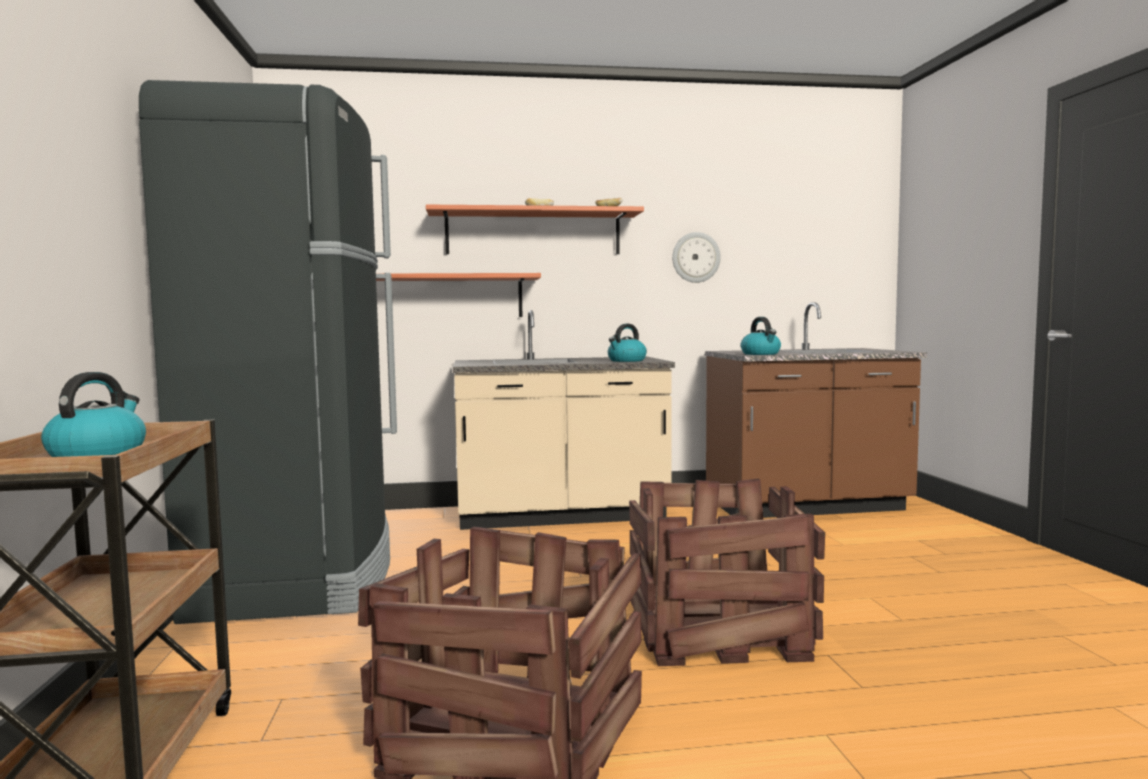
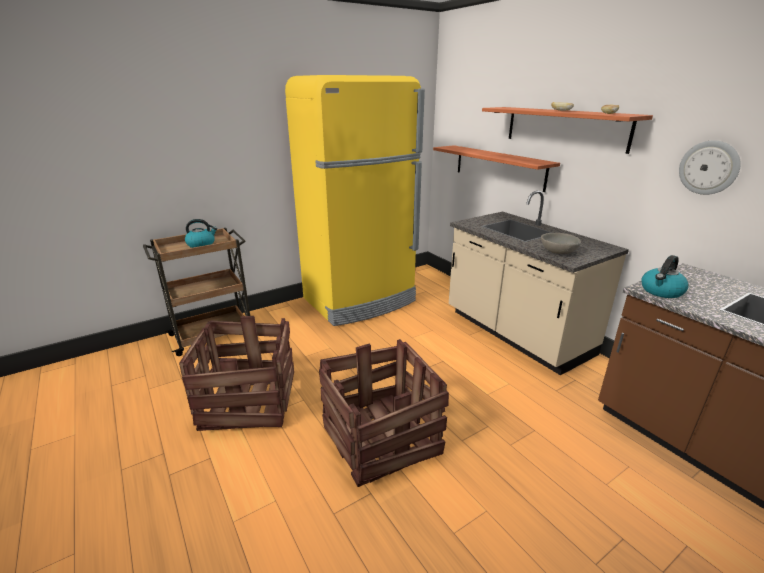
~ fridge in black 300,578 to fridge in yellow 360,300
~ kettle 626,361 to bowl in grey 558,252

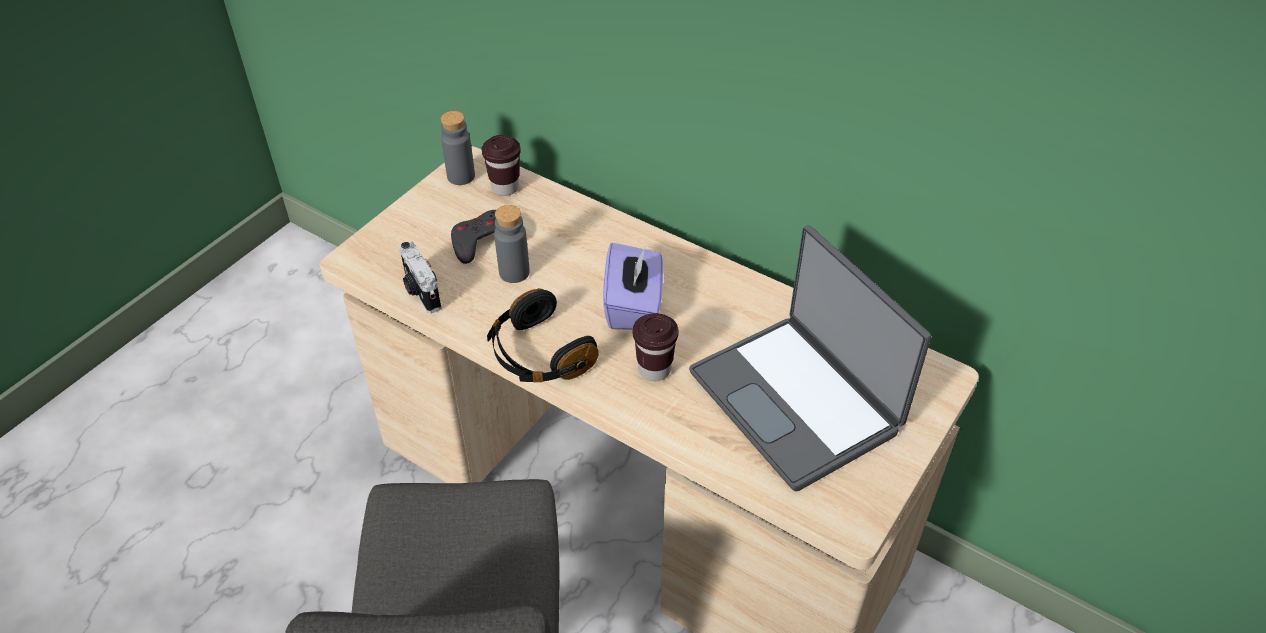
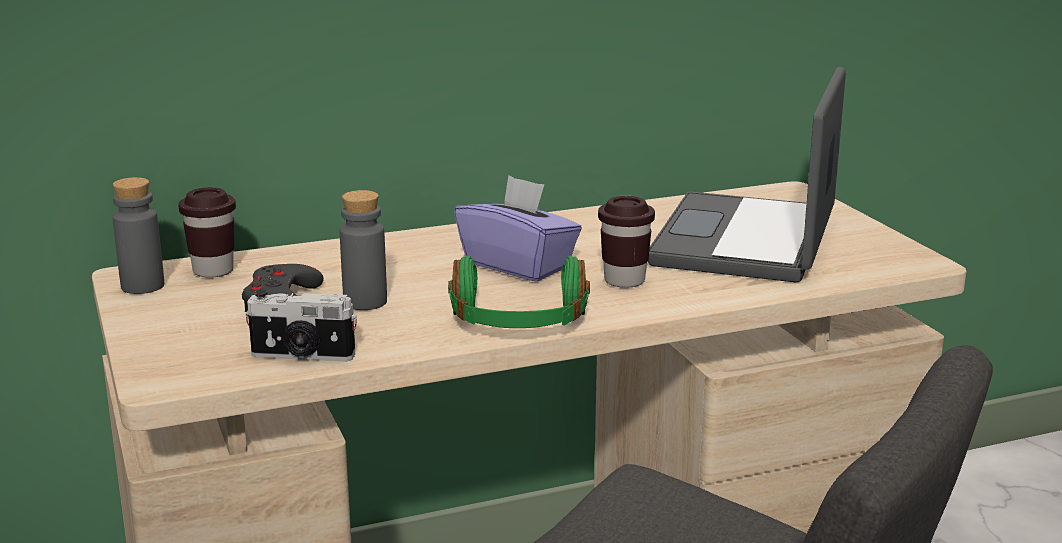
~ headphones in black 539,355 to headphones in green 519,323
~ laptop 797,401 = 748,241 105 degrees clockwise

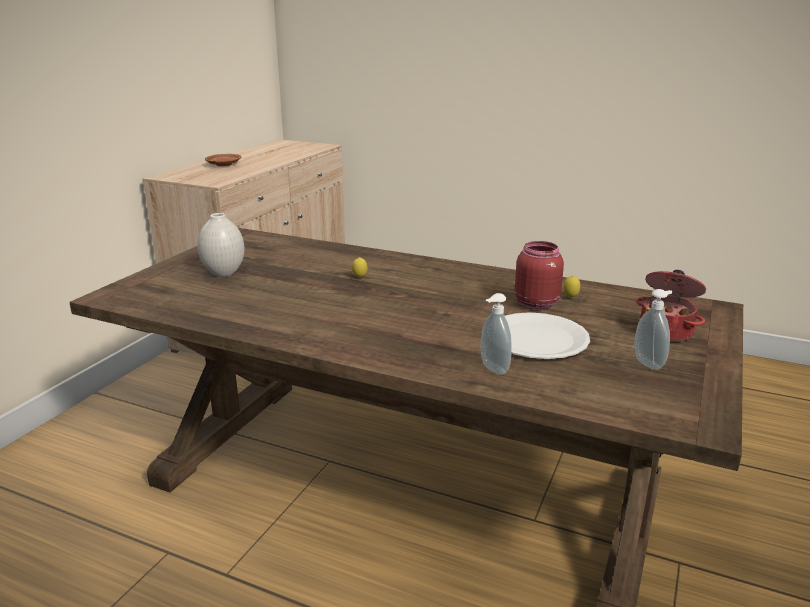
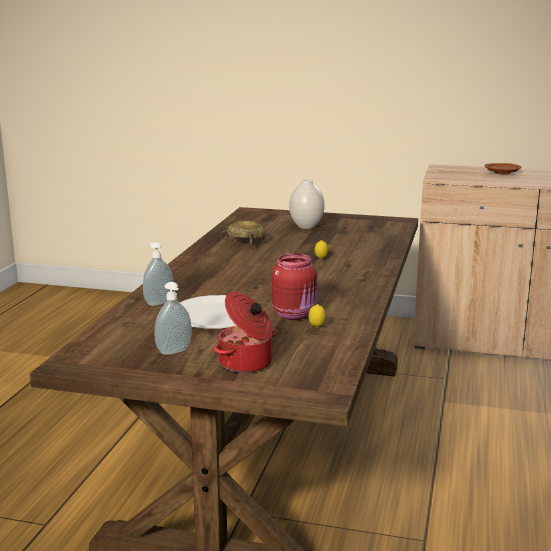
+ bowl in beige 245,244

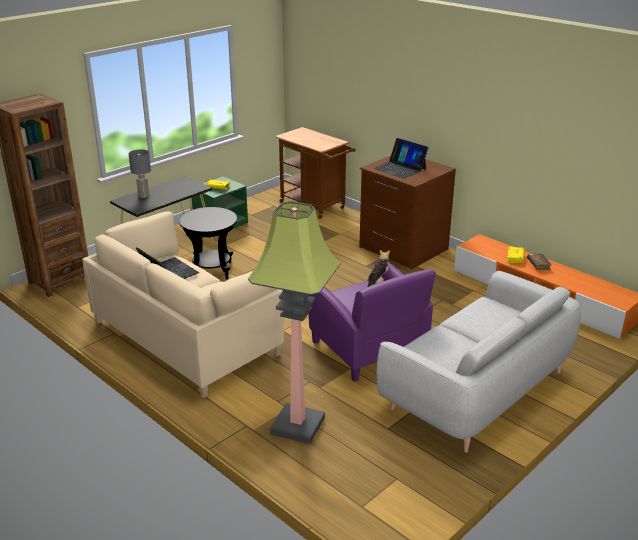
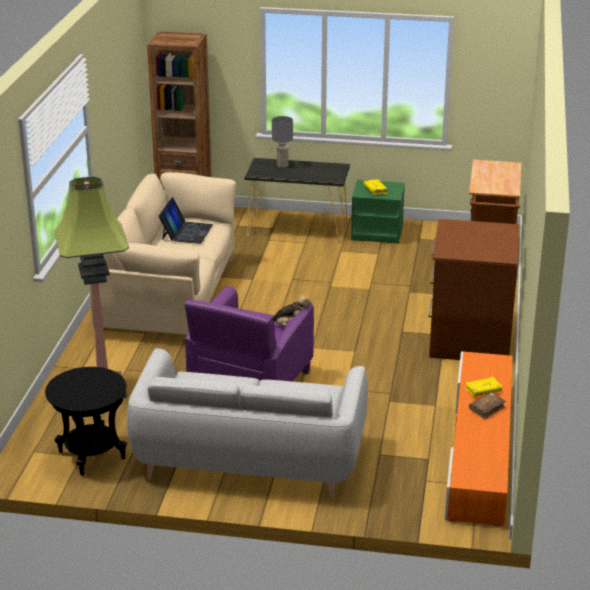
~ side table in black 212,271 to 92,455
- laptop 400,168

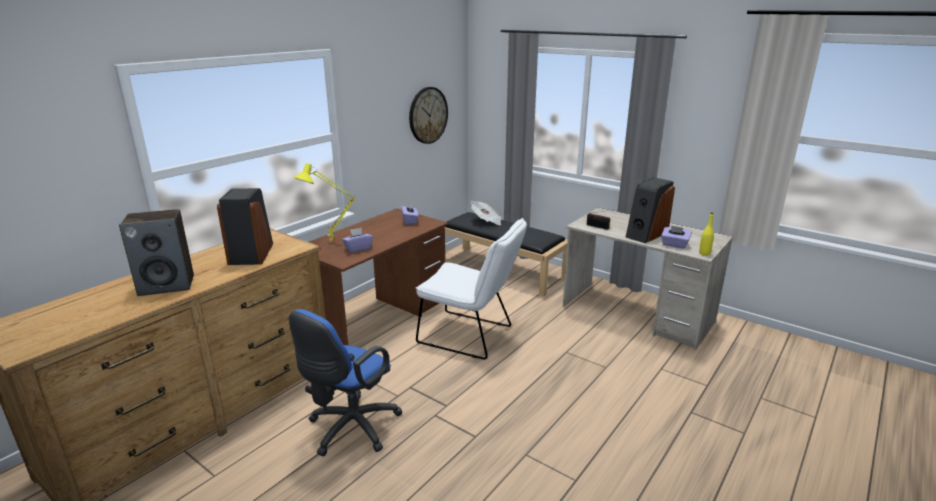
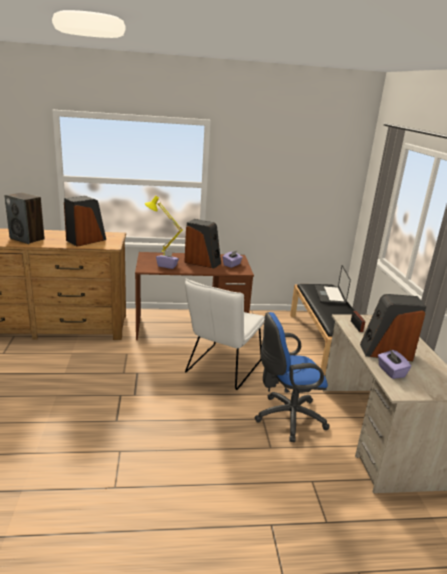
~ office chair in blue 350,429 to 286,418
- wall clock 428,115
~ chair in white 471,336 = 221,369 45 degrees clockwise
~ newspaper 486,221 to laptop 329,295
- bottle in yellow 704,253
+ speaker 202,262

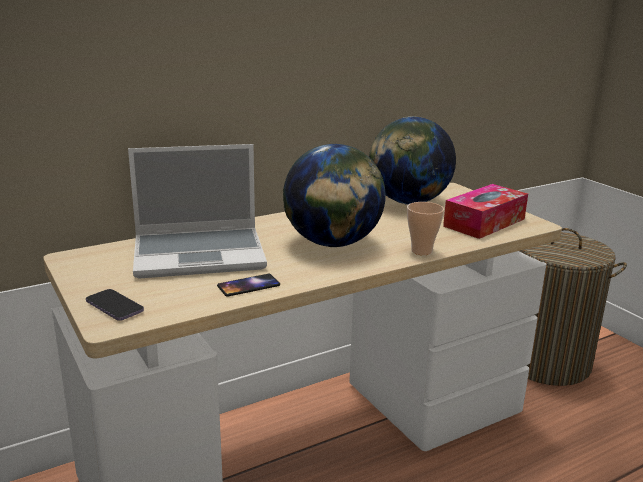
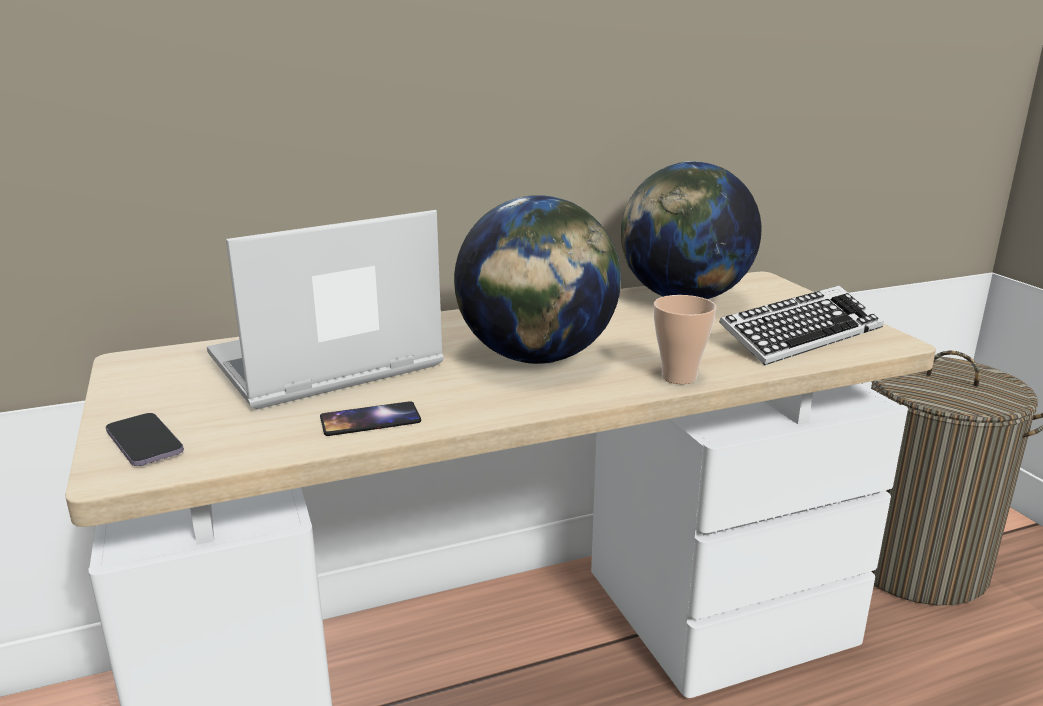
~ laptop 201,254 = 323,364 150 degrees clockwise
~ tissue box 484,222 to keyboard 800,335

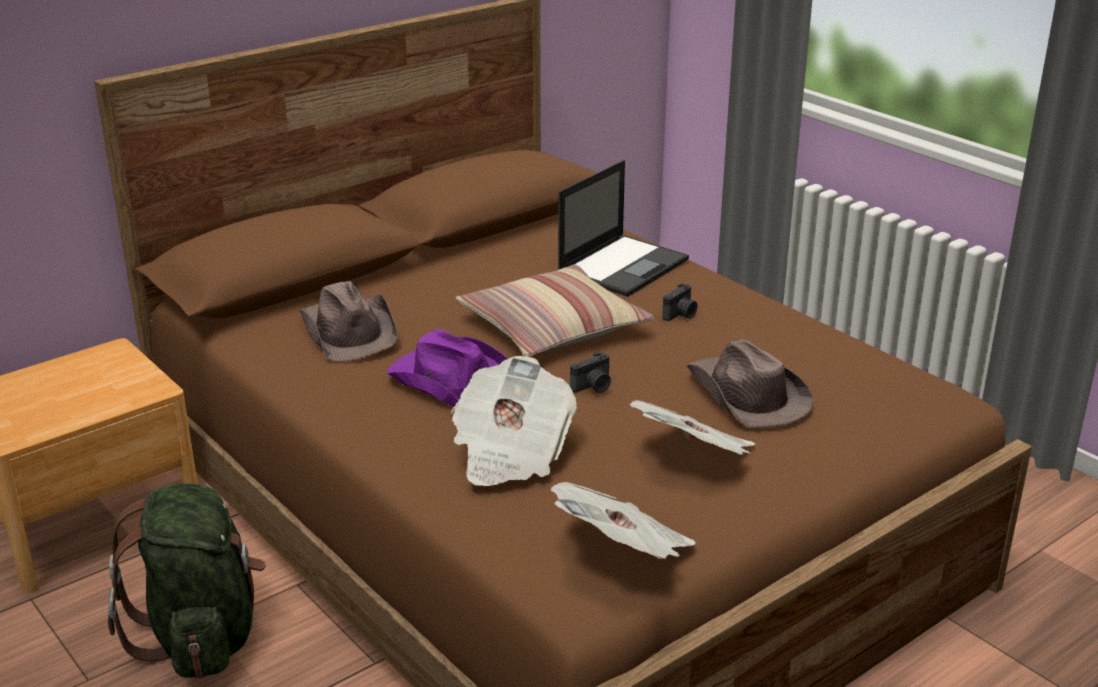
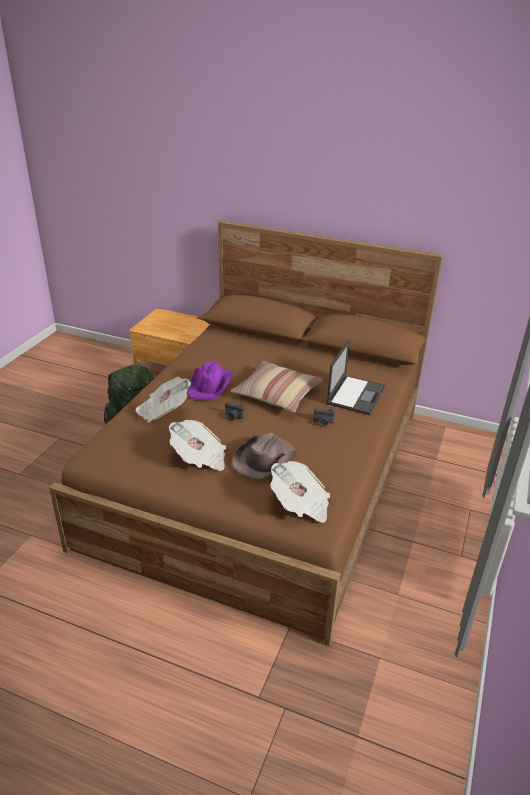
- hat in brown 350,331
~ newspaper 623,552 to 300,504
~ laptop 623,265 = 356,394 75 degrees counterclockwise

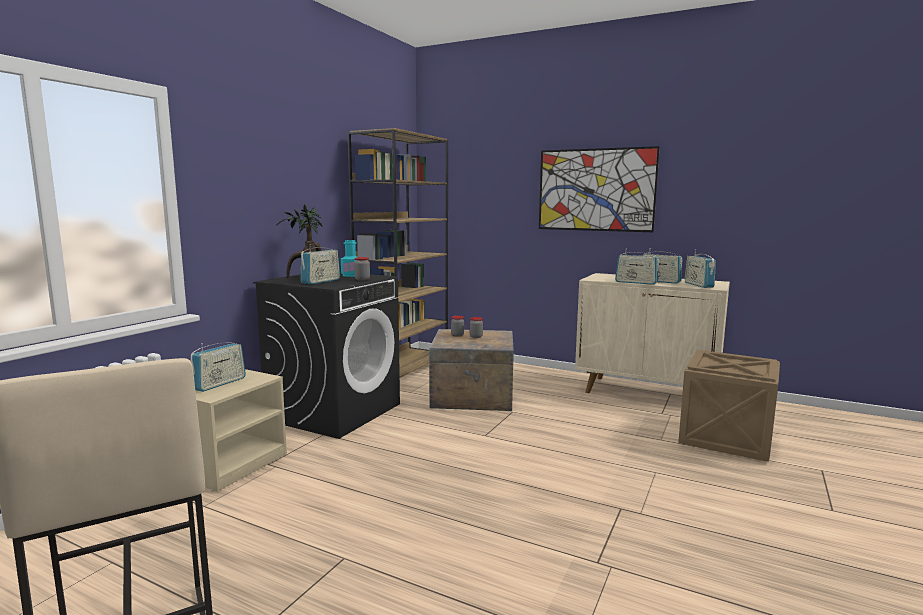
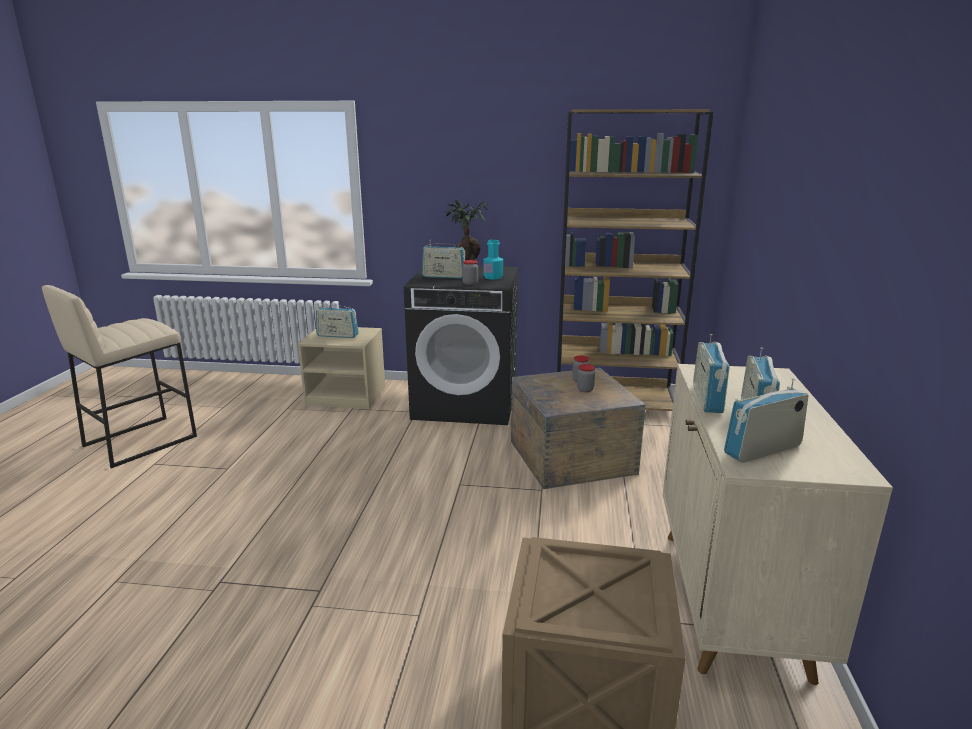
- picture 595,190

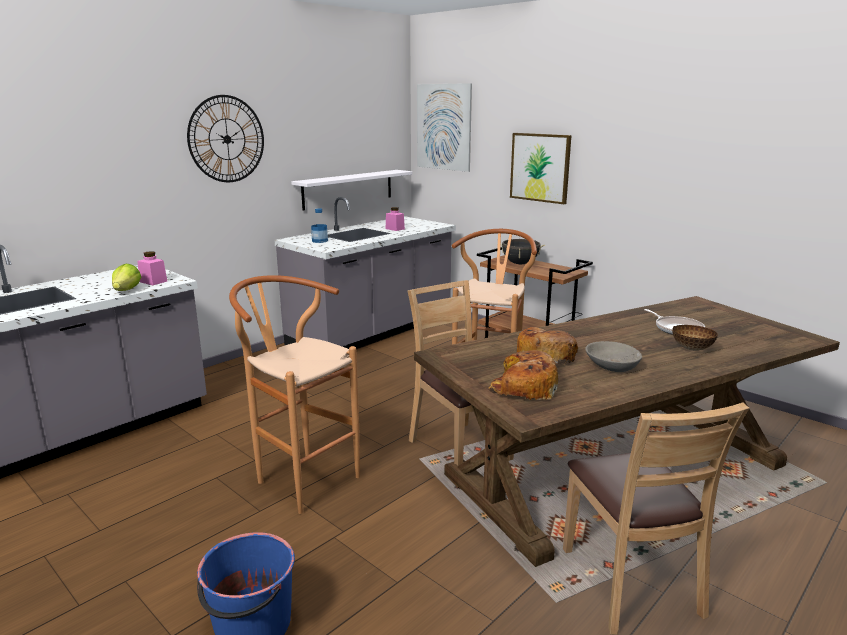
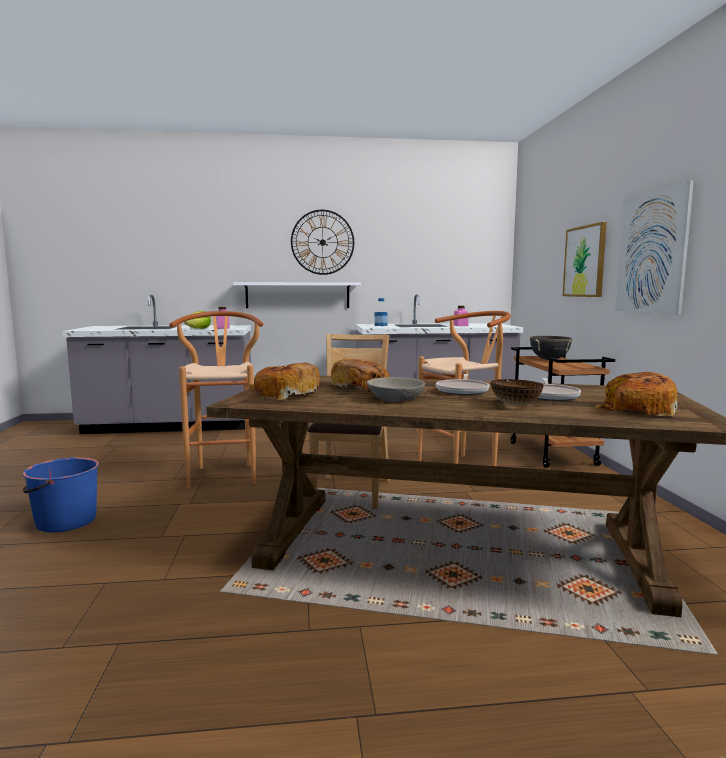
~ shelf in white 348,189 to 297,295
~ picture 443,127 to 651,252
- chair in brown 629,583
+ frying pan 462,391
+ bread 633,410

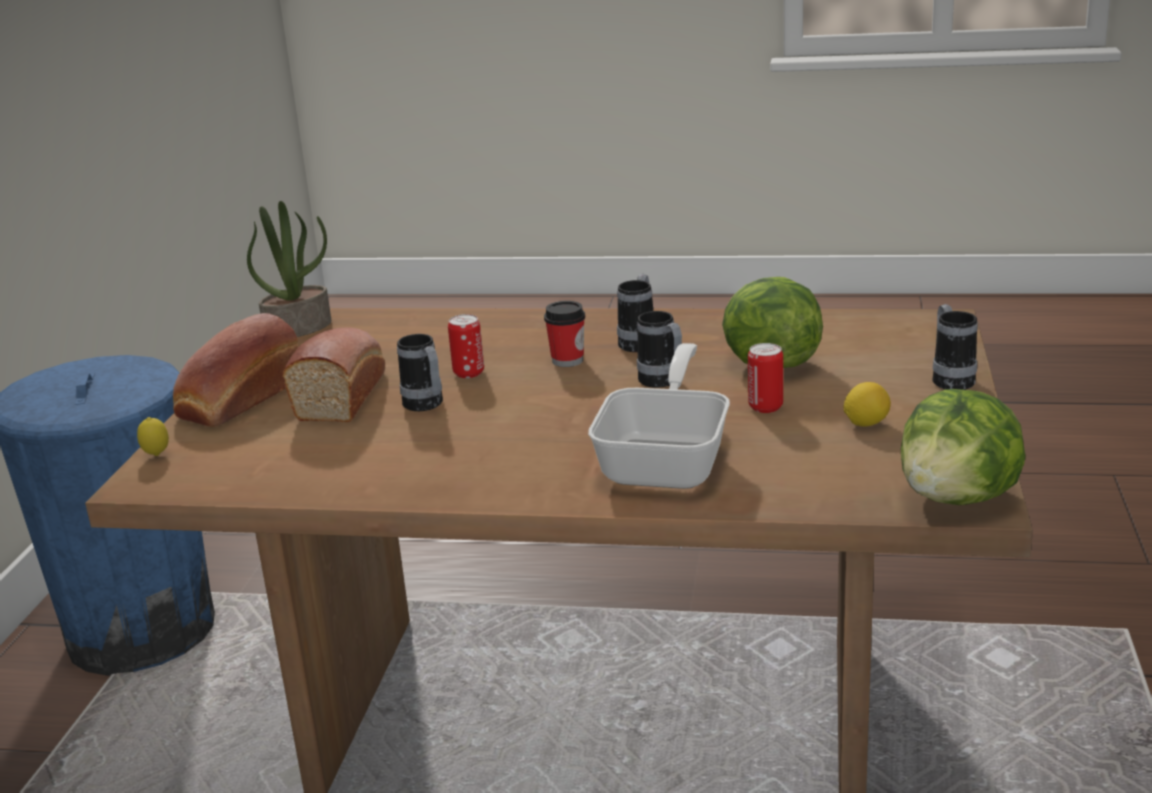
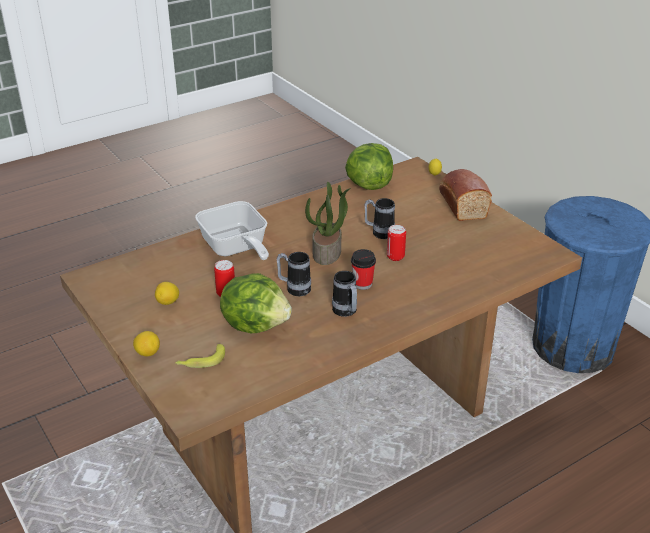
~ potted plant 298,328 to 327,253
- bread 343,395
~ lettuce 958,498 to 369,185
~ mug 950,379 to lemon 147,353
+ banana 201,361

